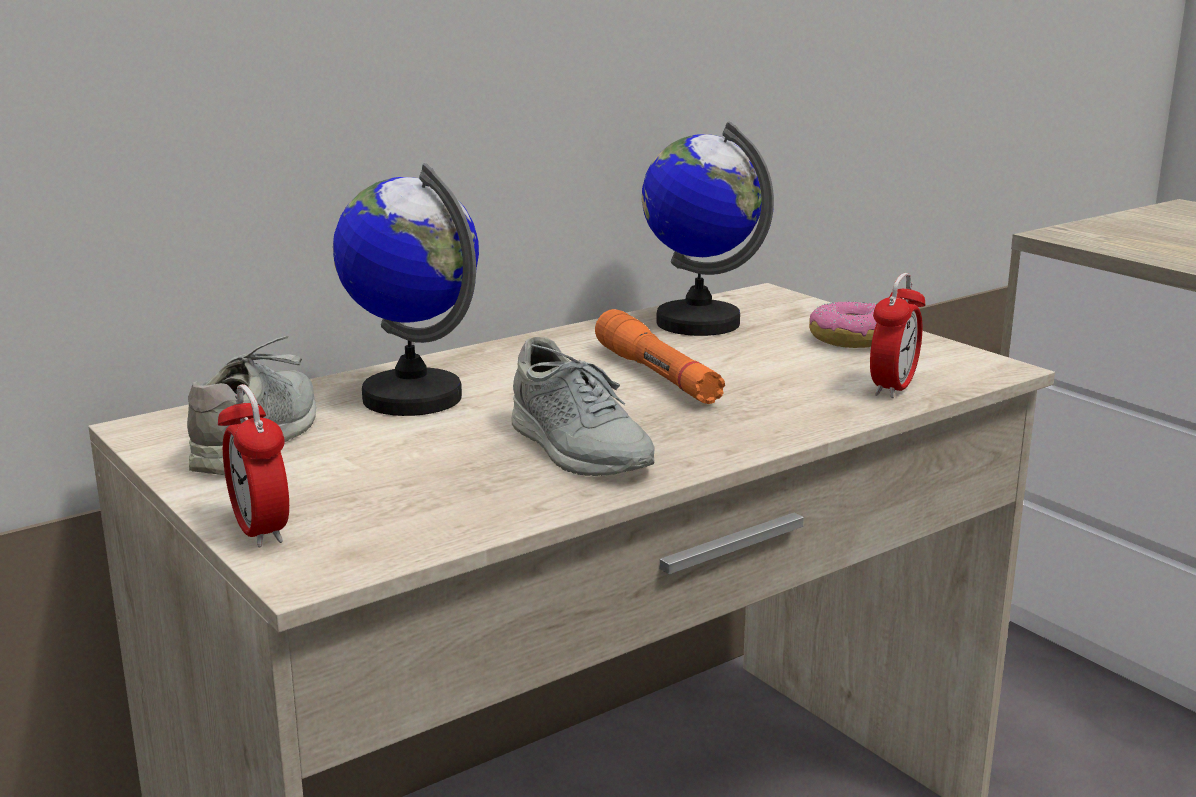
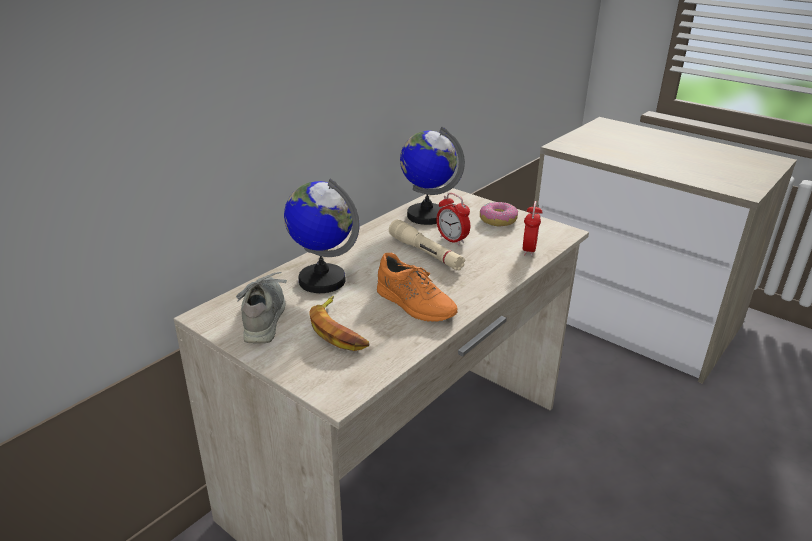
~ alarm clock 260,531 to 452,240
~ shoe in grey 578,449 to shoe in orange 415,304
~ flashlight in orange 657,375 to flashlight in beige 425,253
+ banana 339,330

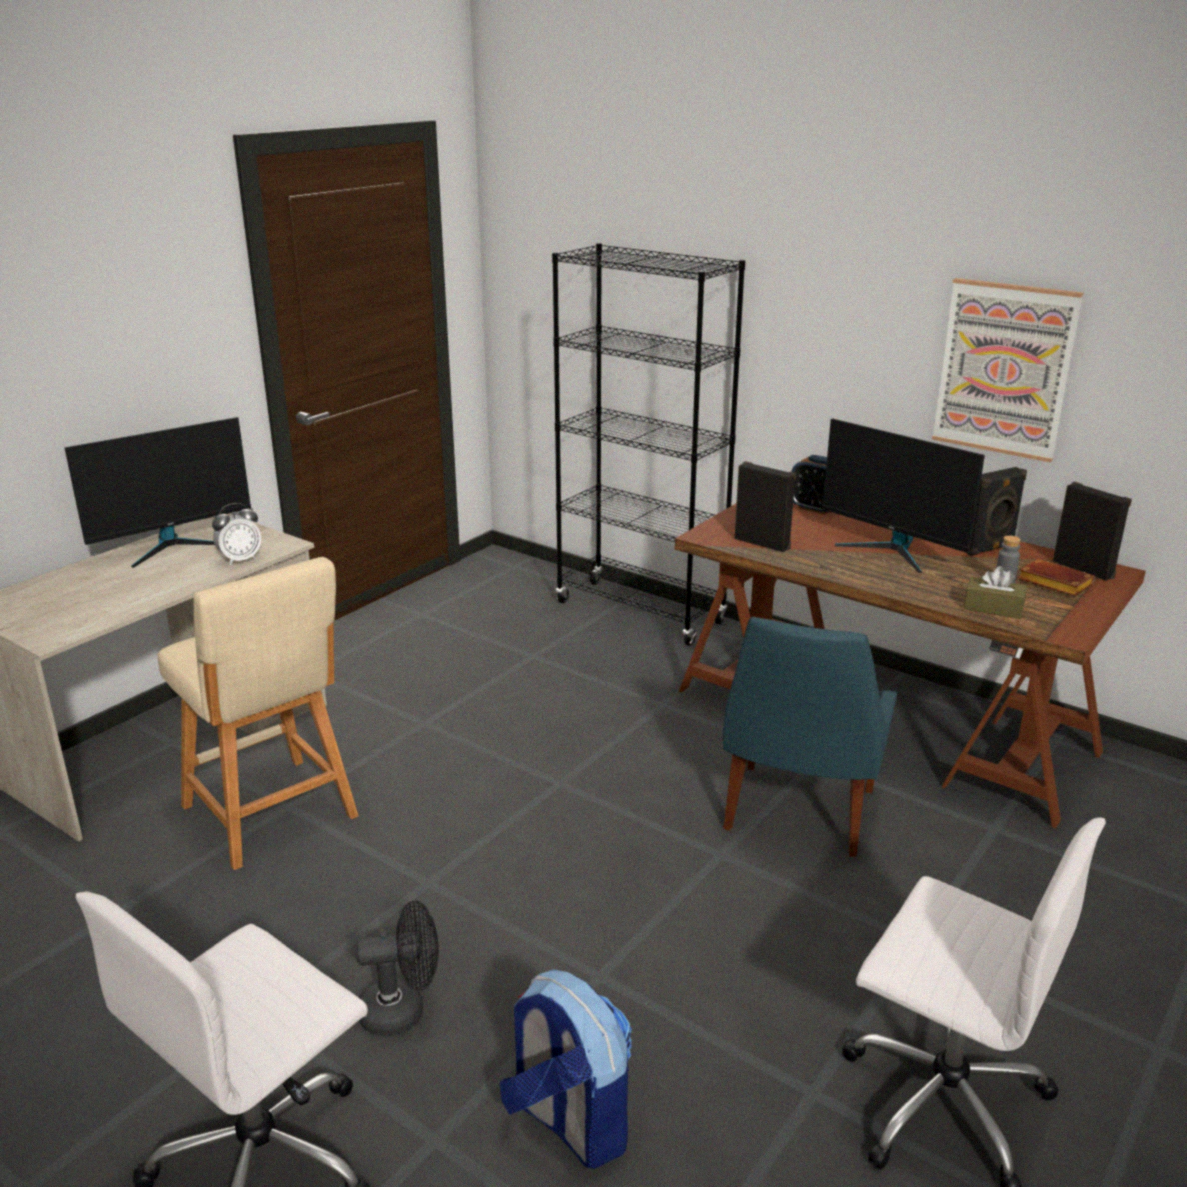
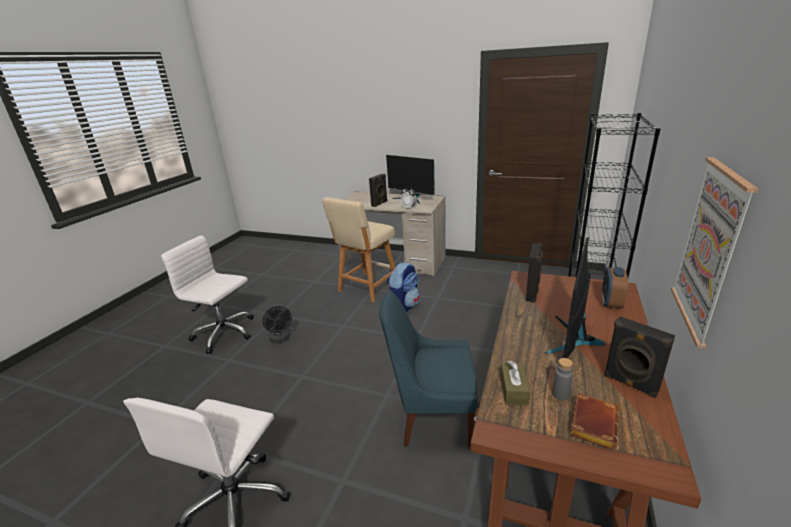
~ backpack 568,1122 to 404,306
~ speaker in black 1084,569 to 380,204

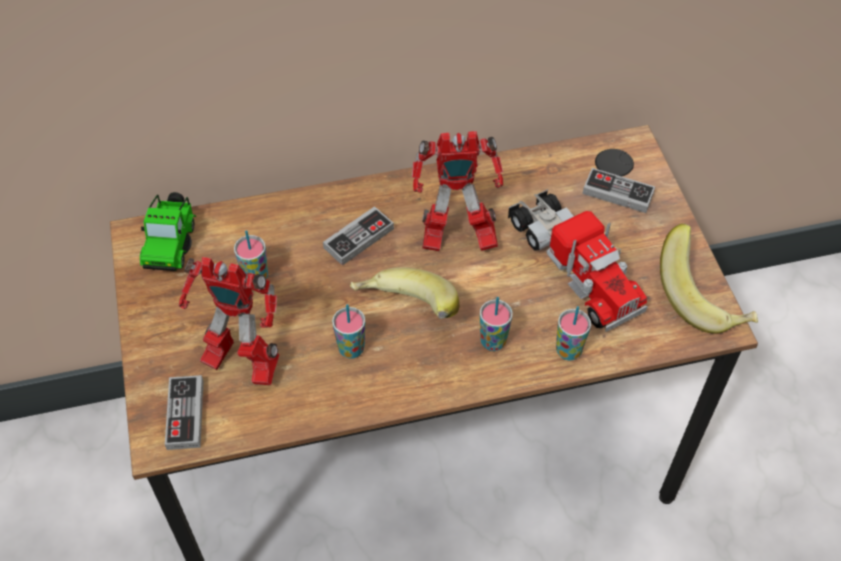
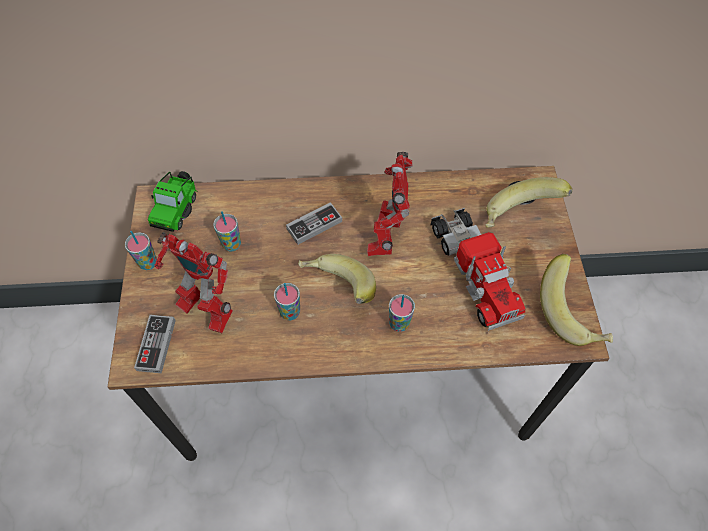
~ toy robot 455,240 = 387,237 90 degrees clockwise
~ cup 568,351 to 148,263
~ game controller 618,193 to banana 519,217

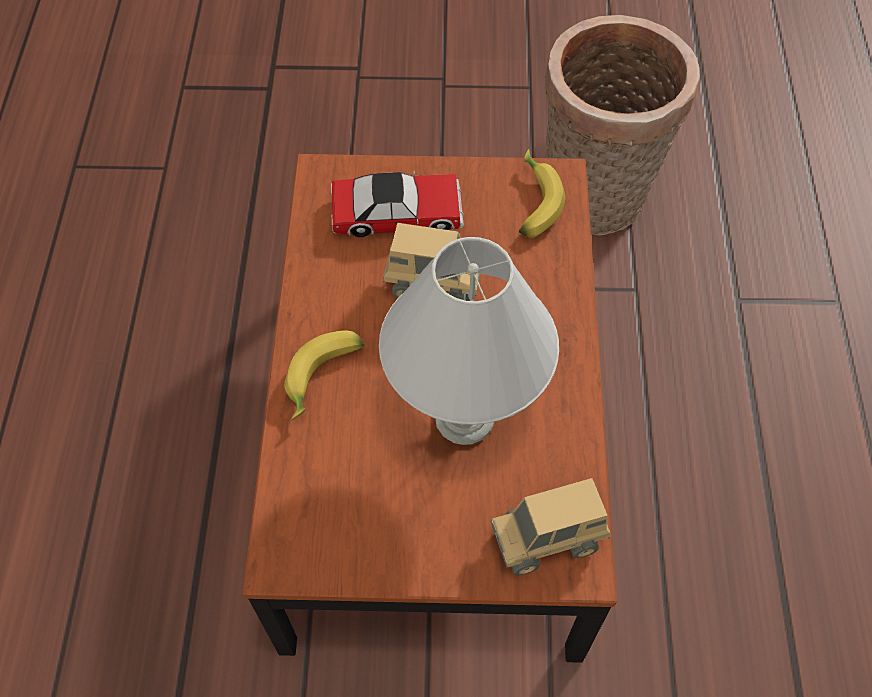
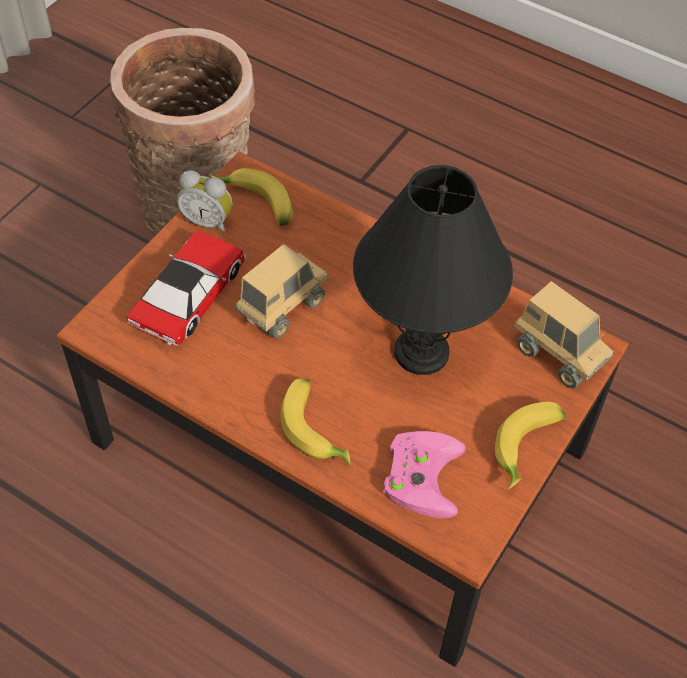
~ table lamp in white 463,417 to table lamp in black 420,352
~ toy truck 547,540 = 557,356 60 degrees counterclockwise
+ alarm clock 208,221
+ game controller in pink 420,473
+ banana 529,449

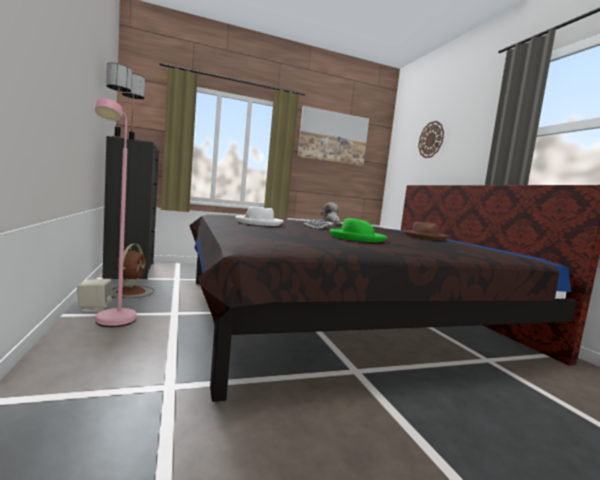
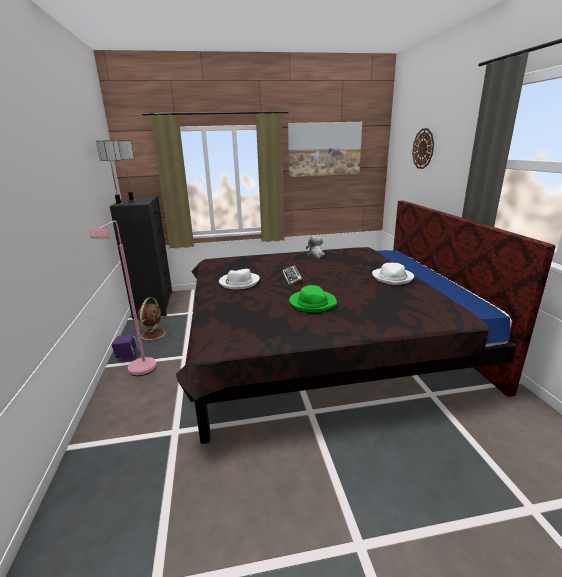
~ speaker in beige 94,308 to speaker in purple 127,356
~ hat in brown 425,237 to hat in white 393,278

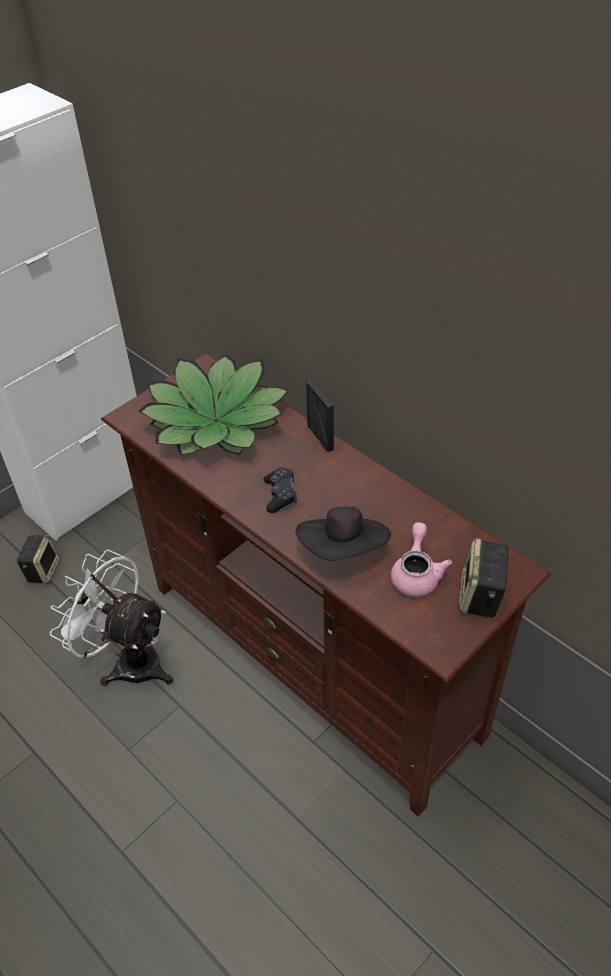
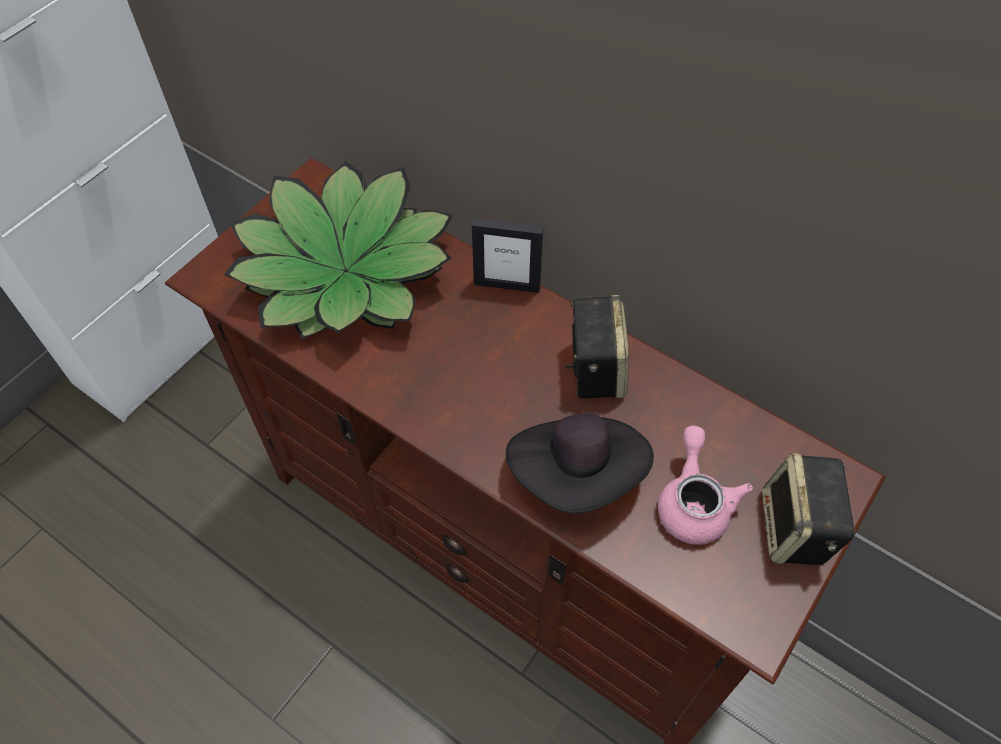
~ speaker 42,570 to 594,368
- fan in white 128,660
- game controller in black 280,495
~ picture frame 320,437 = 507,284 135 degrees clockwise

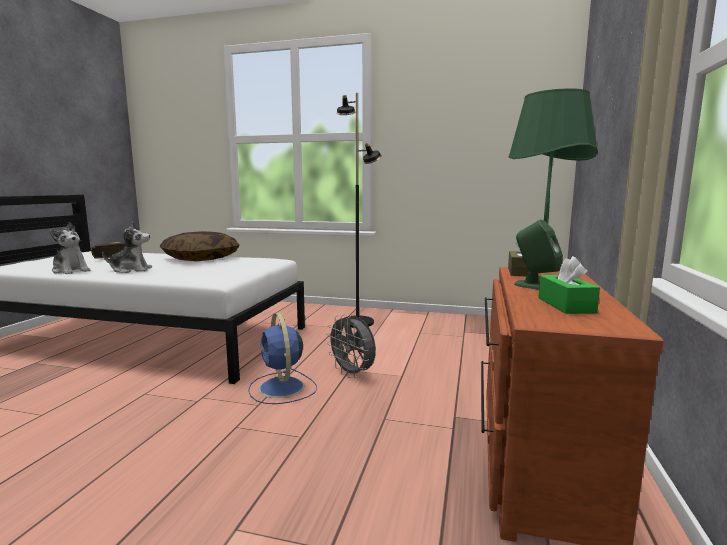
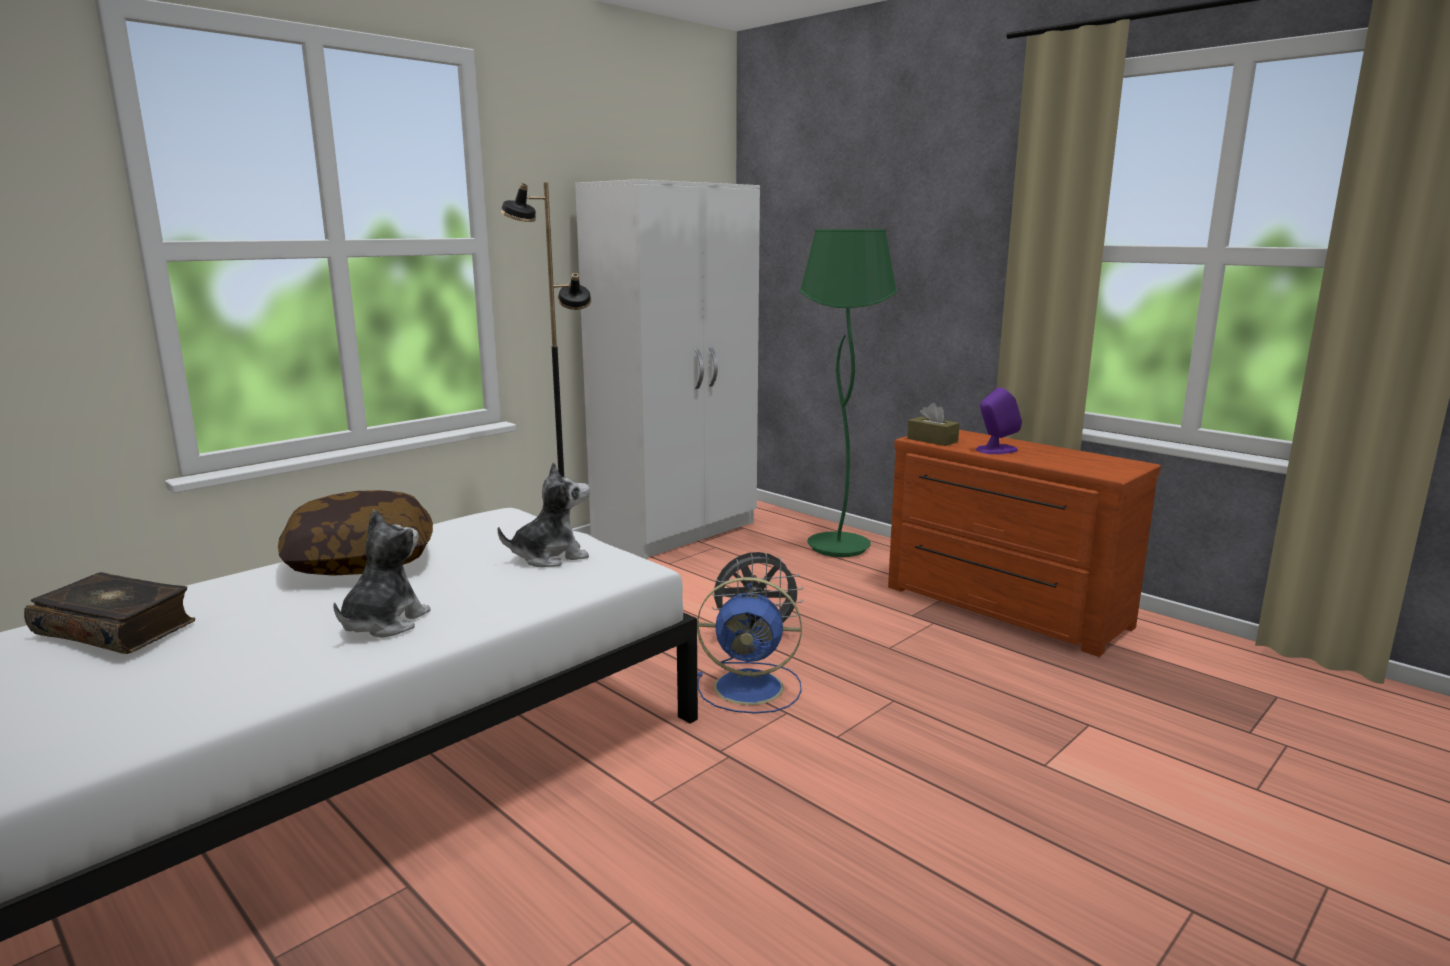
~ plush toy 71,271 to 550,557
~ speaker in green 536,285 to speaker in purple 996,450
- tissue box in green 566,305
+ wardrobe in white 677,531

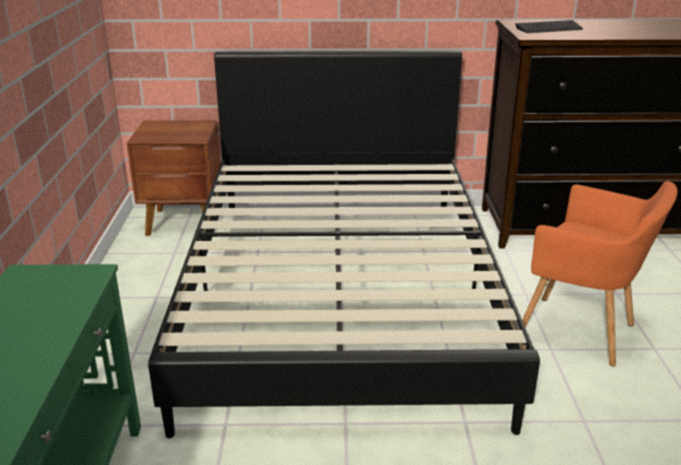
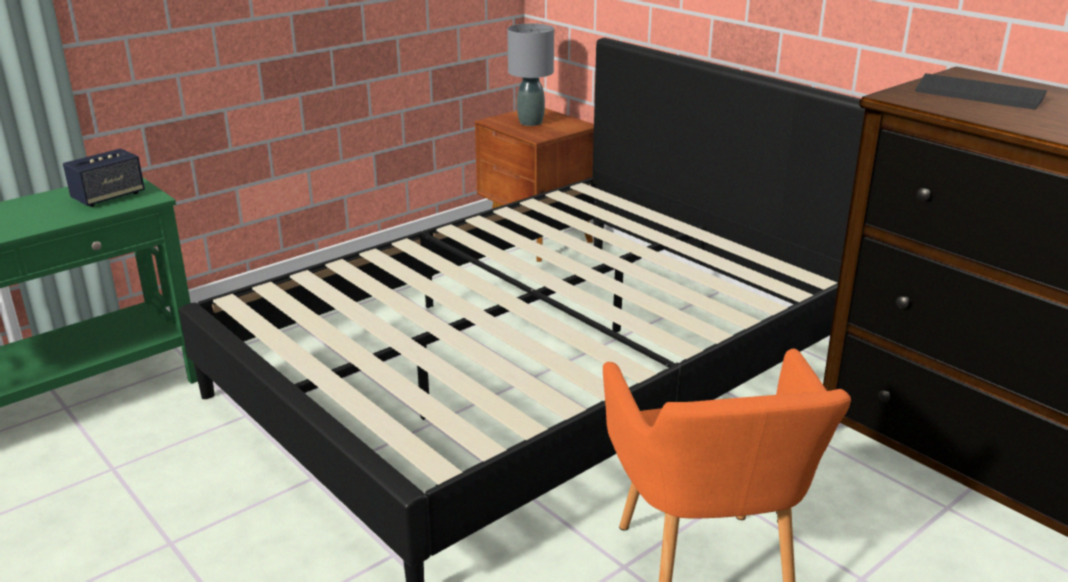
+ speaker 108,197
+ table lamp in grey 531,123

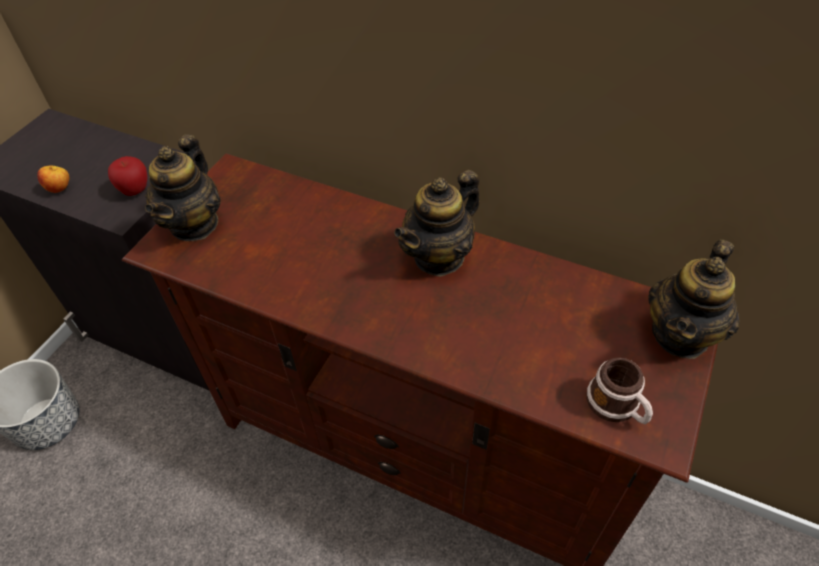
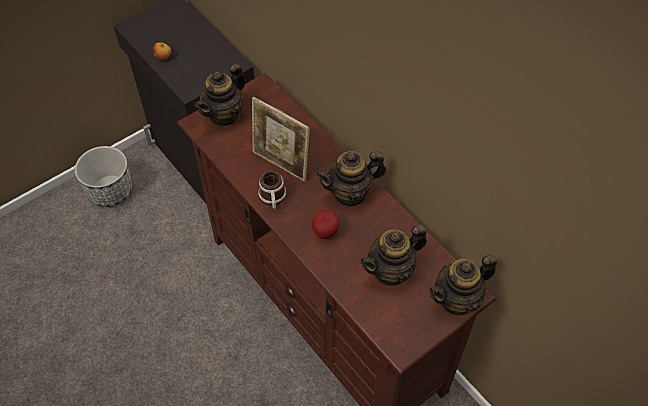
~ apple 135,190 to 325,233
~ mug 617,406 to 273,199
+ picture frame 281,164
+ teapot 391,271

